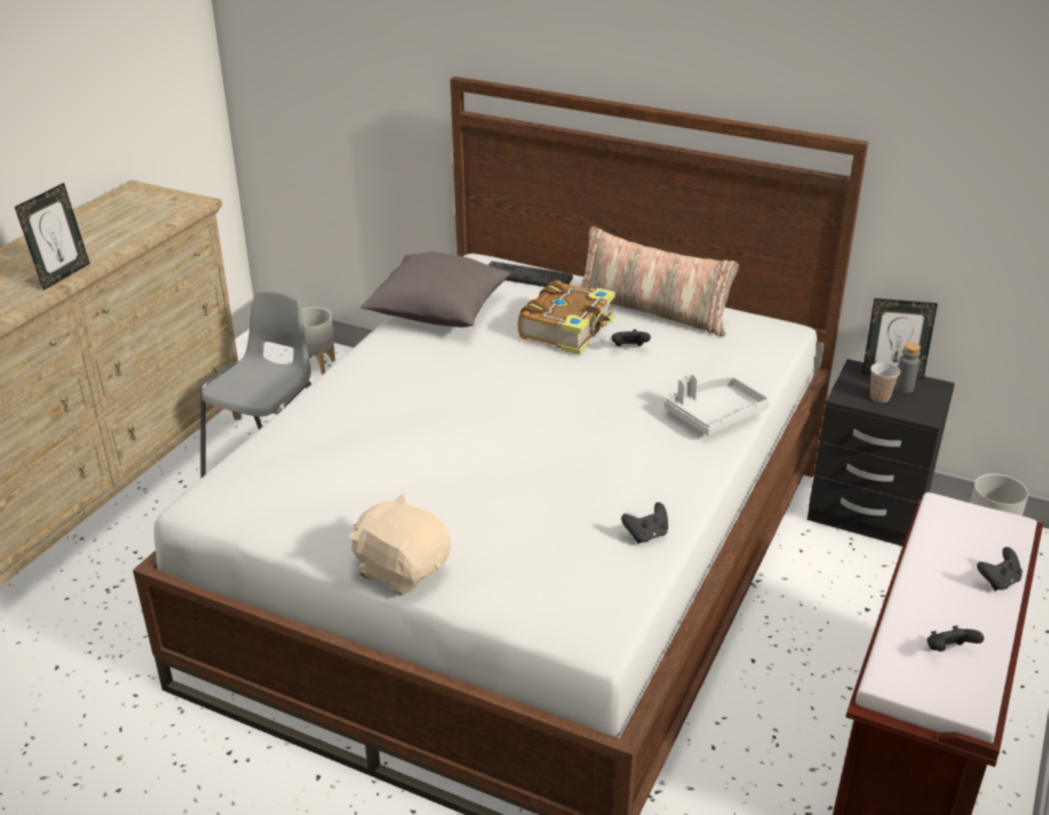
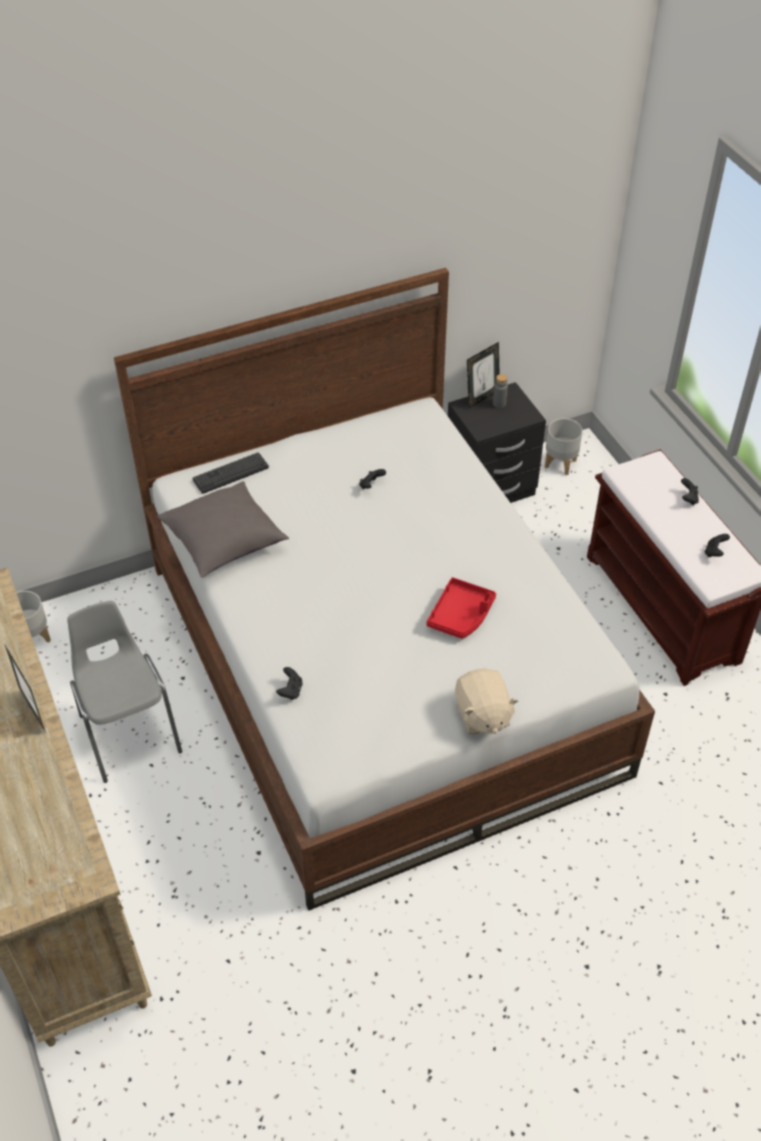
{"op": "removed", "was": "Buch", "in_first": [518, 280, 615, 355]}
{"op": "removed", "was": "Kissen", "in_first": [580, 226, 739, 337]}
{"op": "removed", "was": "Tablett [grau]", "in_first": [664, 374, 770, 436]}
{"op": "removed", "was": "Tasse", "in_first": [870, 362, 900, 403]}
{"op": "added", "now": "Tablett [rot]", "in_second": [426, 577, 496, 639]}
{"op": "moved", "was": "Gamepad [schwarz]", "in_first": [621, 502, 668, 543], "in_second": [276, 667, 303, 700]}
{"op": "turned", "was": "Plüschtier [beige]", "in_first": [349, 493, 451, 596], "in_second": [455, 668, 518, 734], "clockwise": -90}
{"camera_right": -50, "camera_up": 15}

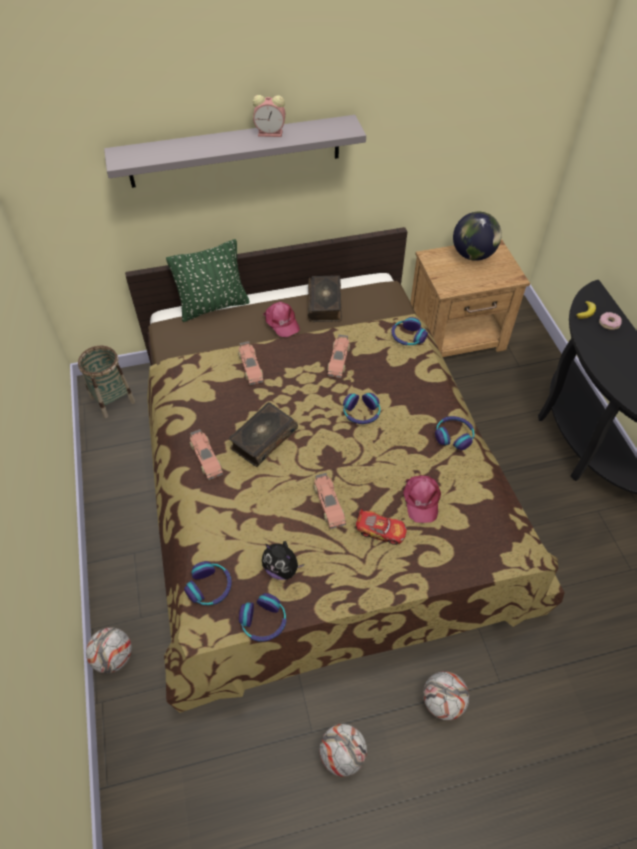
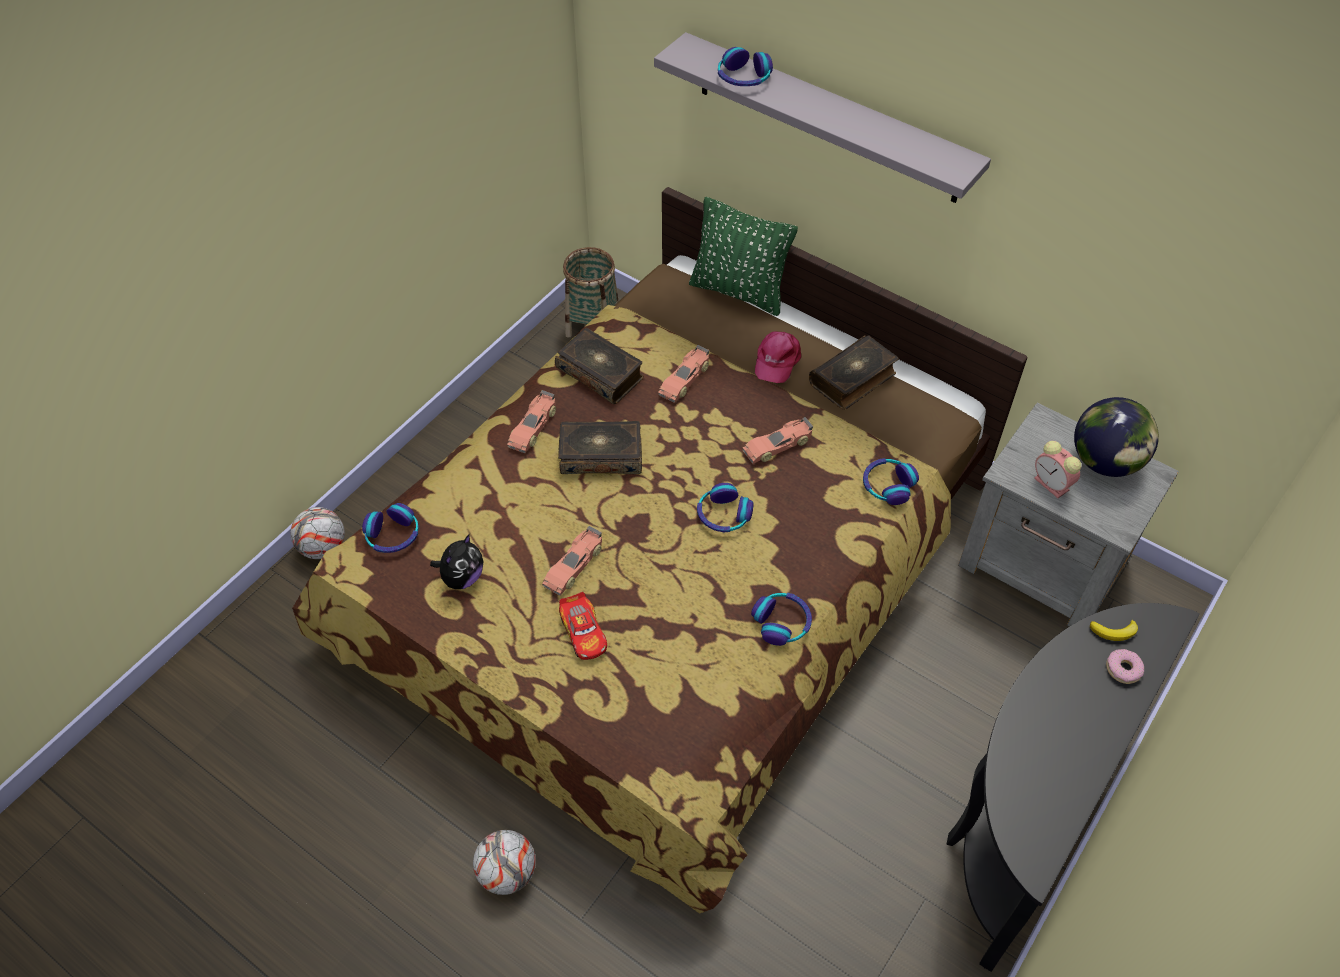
{"op": "removed", "was": "Fußball", "in_first": [319, 724, 367, 777]}
{"op": "removed", "was": "Kappe [rosa]", "in_first": [403, 476, 441, 523]}
{"op": "added", "now": "Buch", "in_second": [555, 328, 644, 404]}
{"op": "moved", "was": "Kopfhörer", "in_first": [239, 593, 287, 642], "in_second": [718, 47, 773, 86]}
{"op": "moved", "was": "Wecker", "in_first": [253, 95, 285, 137], "in_second": [1034, 441, 1081, 498]}
{"op": "recoloured", "was": "Nachttisch [braun]", "now": "Nachttisch [grau]", "in_first": [410, 239, 530, 357], "in_second": [958, 403, 1179, 627]}
{"op": "turned", "was": "Plüschtier", "in_first": [262, 541, 304, 580], "in_second": [430, 534, 483, 589], "clockwise": -135}
{"camera_right": 50, "camera_up": 0}

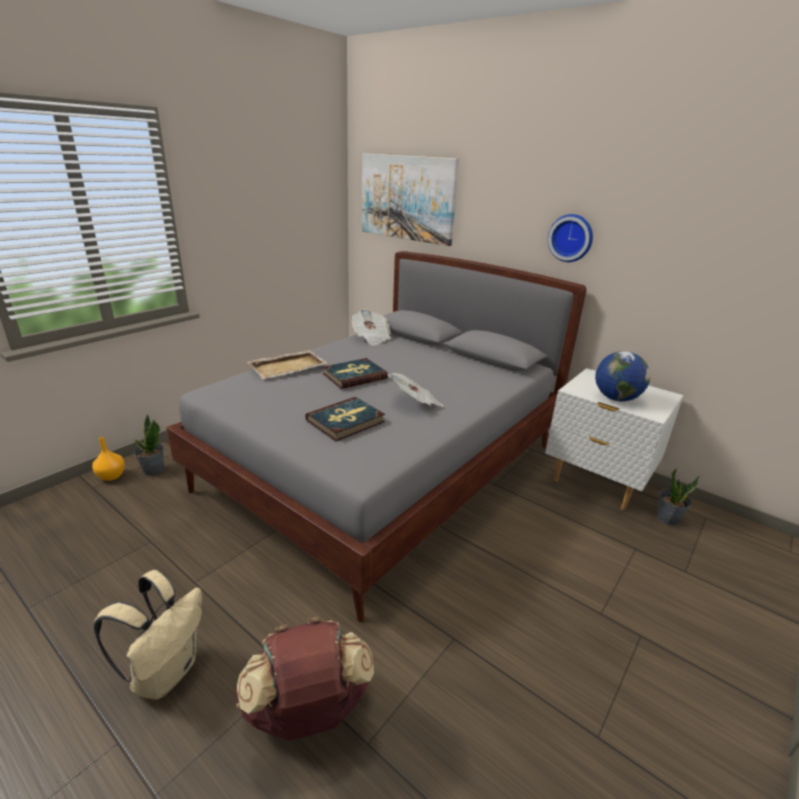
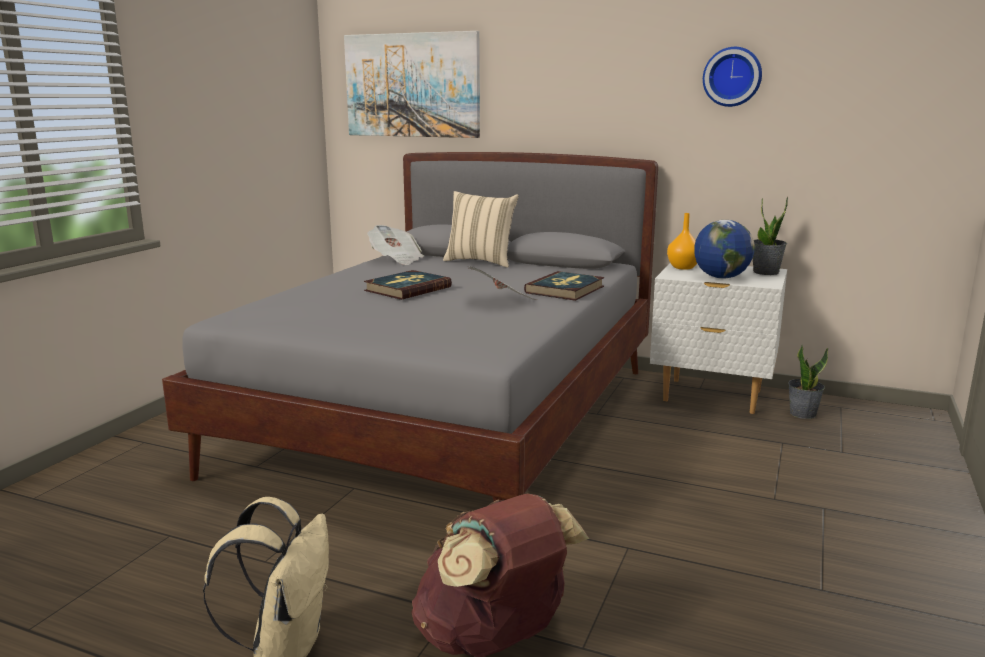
{"op": "removed", "was": "Tablett [beige]", "in_first": [247, 350, 328, 379]}
{"op": "added", "now": "Kissen [beige]", "in_second": [443, 191, 519, 268]}
{"op": "moved", "was": "Vase [orange]", "in_first": [92, 437, 125, 481], "in_second": [667, 213, 697, 270]}
{"op": "moved", "was": "Topfpflanze", "in_first": [134, 415, 164, 475], "in_second": [753, 197, 788, 275]}
{"op": "moved", "was": "Buch", "in_first": [306, 397, 385, 441], "in_second": [524, 271, 604, 301]}
{"op": "moved", "was": "Wanduhr", "in_first": [548, 214, 593, 262], "in_second": [703, 47, 762, 107]}
{"camera_right": -15, "camera_up": -10}

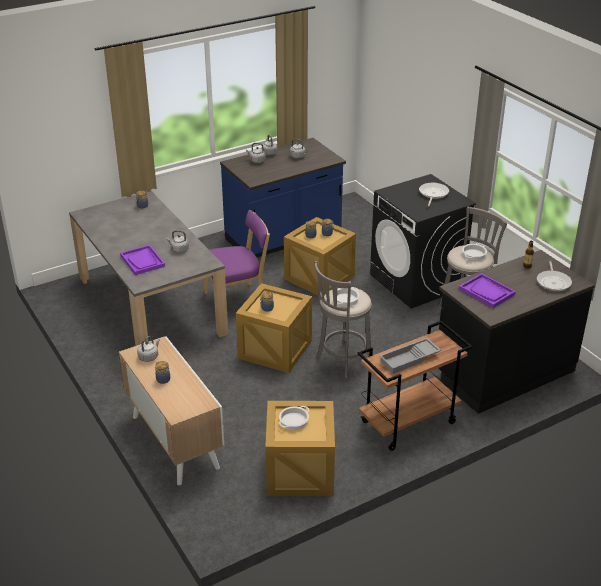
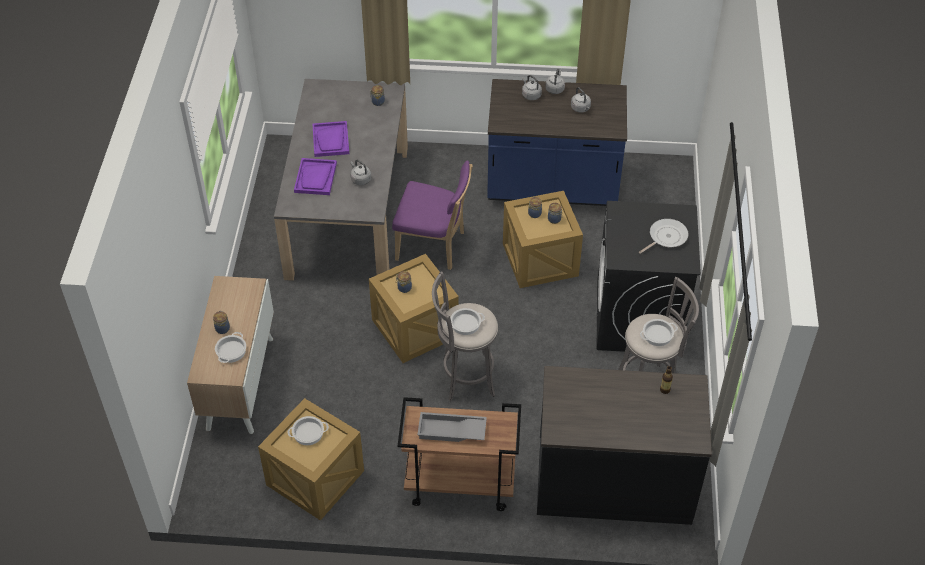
{"op": "removed", "was": "Wasserkessel [grau]", "in_first": [137, 336, 160, 362]}
{"op": "removed", "was": "Pfanne", "in_first": [537, 261, 572, 291]}
{"op": "added", "now": "Kochtopf", "in_second": [215, 332, 246, 363]}
{"op": "moved", "was": "Tablett [lila]", "in_first": [459, 273, 516, 308], "in_second": [312, 121, 349, 157]}
{"camera_right": 35, "camera_up": 15}

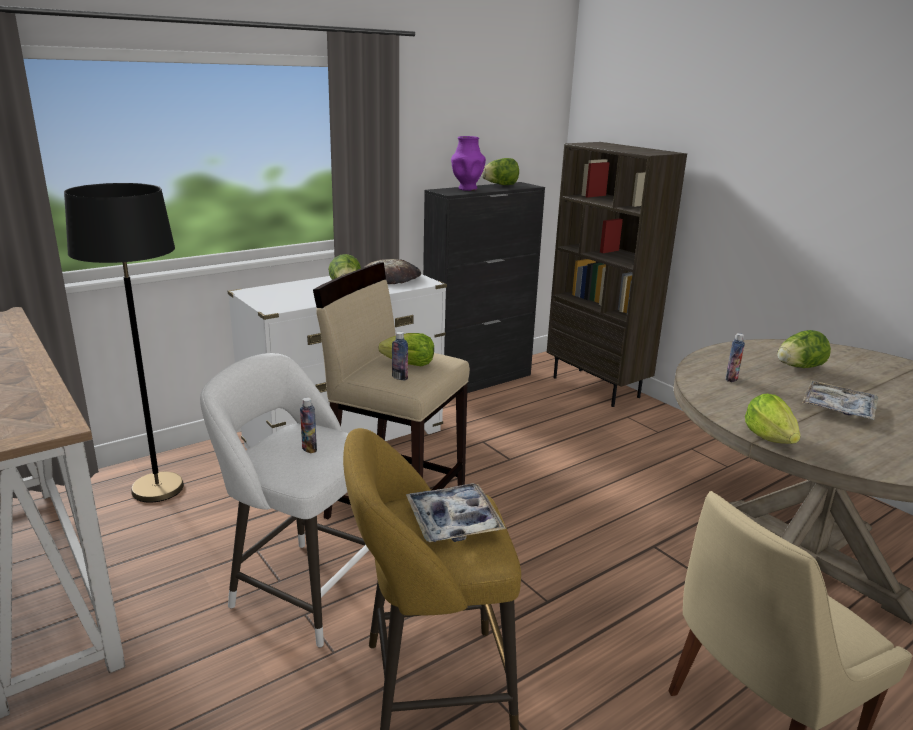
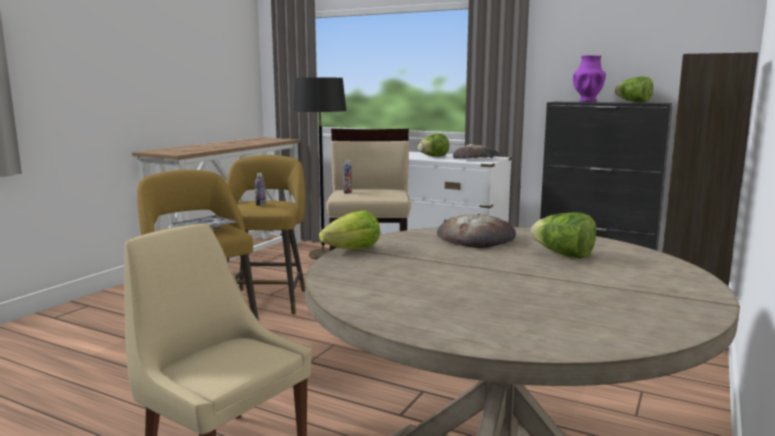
{"op": "removed", "was": "Salatkopf", "in_first": [378, 333, 434, 366]}
{"op": "removed", "was": "Tablett", "in_first": [802, 380, 878, 420]}
{"op": "replaced", "was": "Flasche", "now": "Brot", "in_first": [725, 333, 745, 382], "in_second": [437, 214, 516, 248]}
{"op": "recoloured", "was": "Hocker [weiß]", "now": "Hocker [gelb]", "in_first": [200, 353, 369, 648], "in_second": [226, 155, 305, 315]}
{"camera_right": 65, "camera_up": -10}

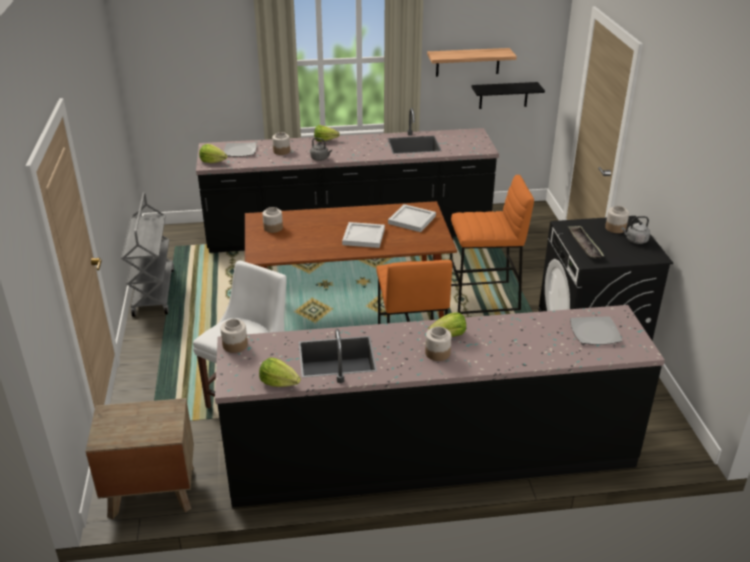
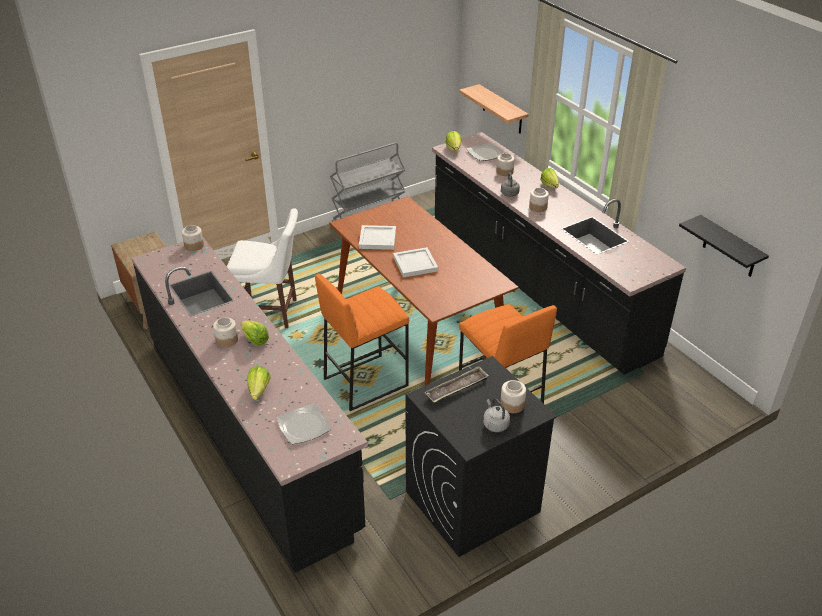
{"op": "moved", "was": "Salatkopf", "in_first": [259, 358, 301, 387], "in_second": [247, 366, 271, 400]}
{"op": "moved", "was": "Vorratsglas", "in_first": [263, 207, 283, 233], "in_second": [529, 188, 549, 212]}
{"op": "moved", "was": "Tablett [weiß]", "in_first": [388, 204, 436, 232], "in_second": [359, 225, 396, 250]}
{"op": "moved", "was": "Wandregal", "in_first": [427, 48, 517, 77], "in_second": [459, 84, 528, 134]}
{"camera_right": 65, "camera_up": 5}

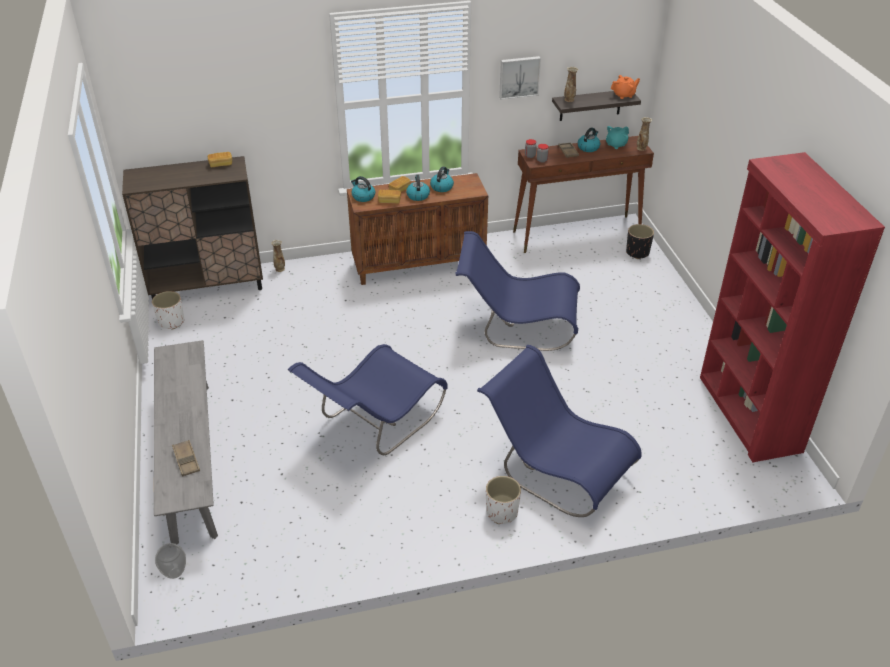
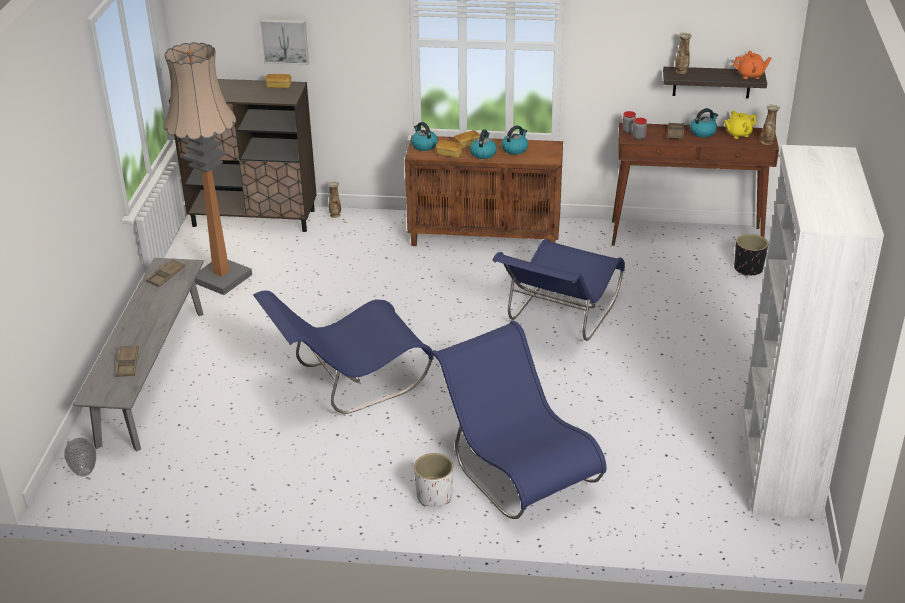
{"op": "removed", "was": "Pflanzkübel [weiß]", "in_first": [152, 291, 184, 330]}
{"op": "added", "now": "Tablett [braun]", "in_second": [147, 259, 185, 287]}
{"op": "added", "now": "Stehlampe", "in_second": [163, 42, 252, 295]}
{"op": "moved", "was": "Bild", "in_first": [499, 56, 541, 100], "in_second": [260, 19, 309, 65]}
{"op": "recoloured", "was": "Teekanne [türkis]", "now": "Teekanne [gelb]", "in_first": [606, 126, 629, 149], "in_second": [724, 111, 757, 139]}
{"op": "recoloured", "was": "Bücherregal [rot]", "now": "Bücherregal [weiß]", "in_first": [700, 152, 885, 462], "in_second": [743, 145, 884, 519]}
{"op": "turned", "was": "Stuhl [blau]", "in_first": [455, 231, 580, 351], "in_second": [492, 239, 625, 341], "clockwise": -90}
{"camera_right": 20, "camera_up": -5}

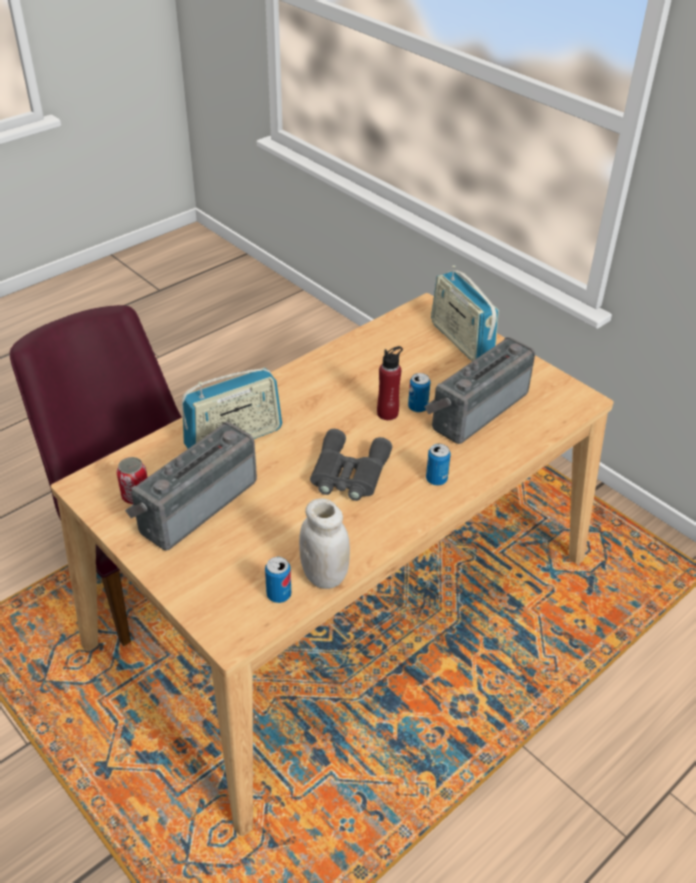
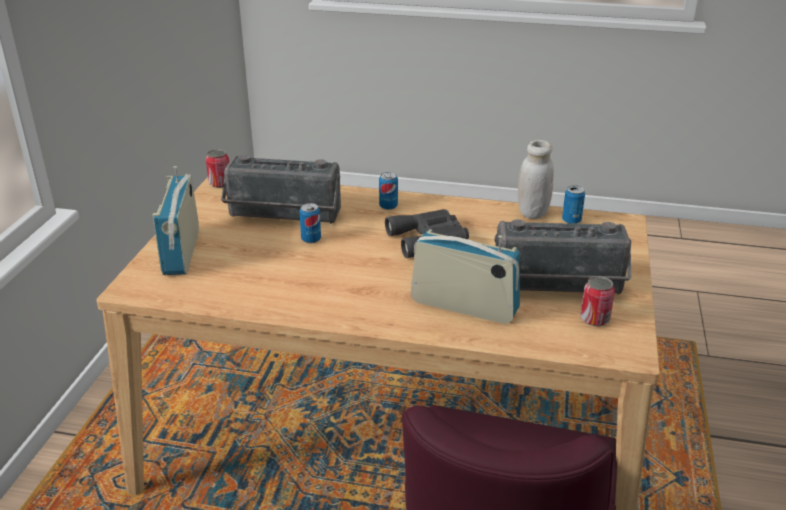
{"op": "removed", "was": "Flasche [rot]", "in_first": [377, 346, 403, 420]}
{"op": "added", "now": "Dose", "in_second": [206, 149, 229, 188]}
{"op": "turned", "was": "Radio", "in_first": [431, 265, 499, 361], "in_second": [152, 166, 199, 275], "clockwise": 150}
{"camera_right": -125, "camera_up": -10}

